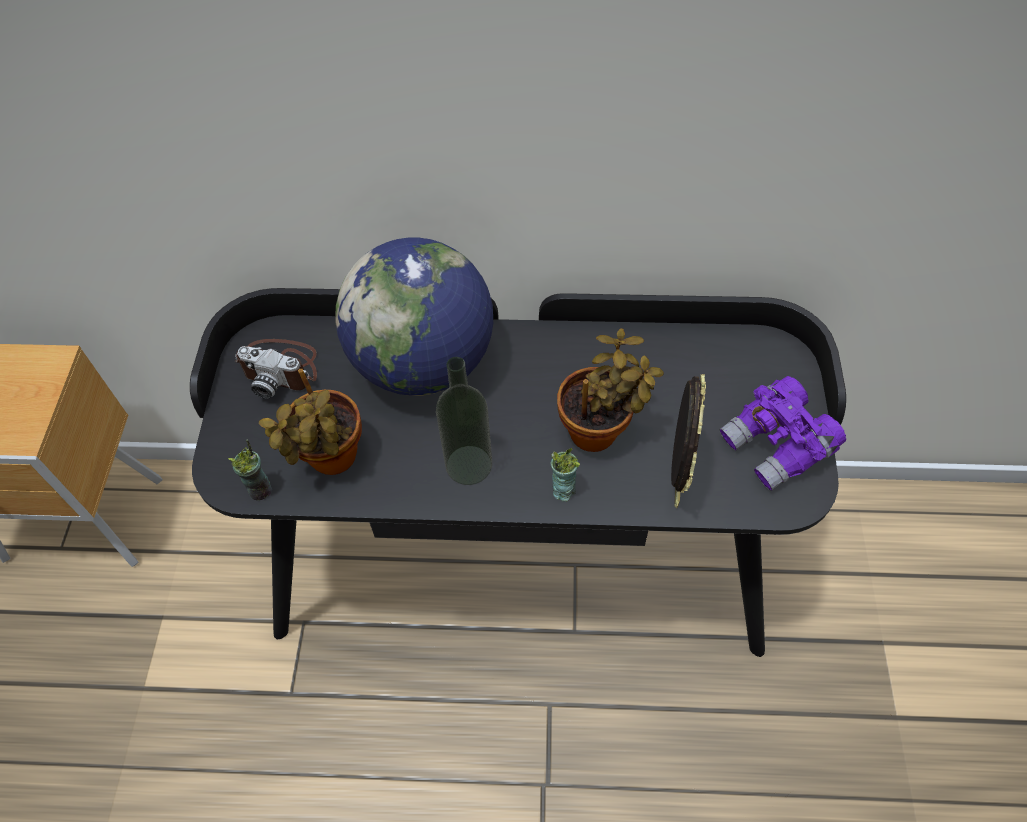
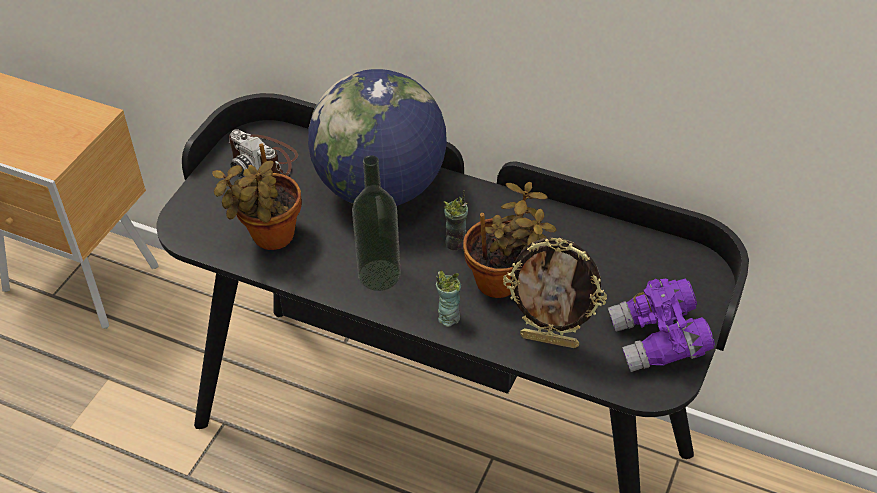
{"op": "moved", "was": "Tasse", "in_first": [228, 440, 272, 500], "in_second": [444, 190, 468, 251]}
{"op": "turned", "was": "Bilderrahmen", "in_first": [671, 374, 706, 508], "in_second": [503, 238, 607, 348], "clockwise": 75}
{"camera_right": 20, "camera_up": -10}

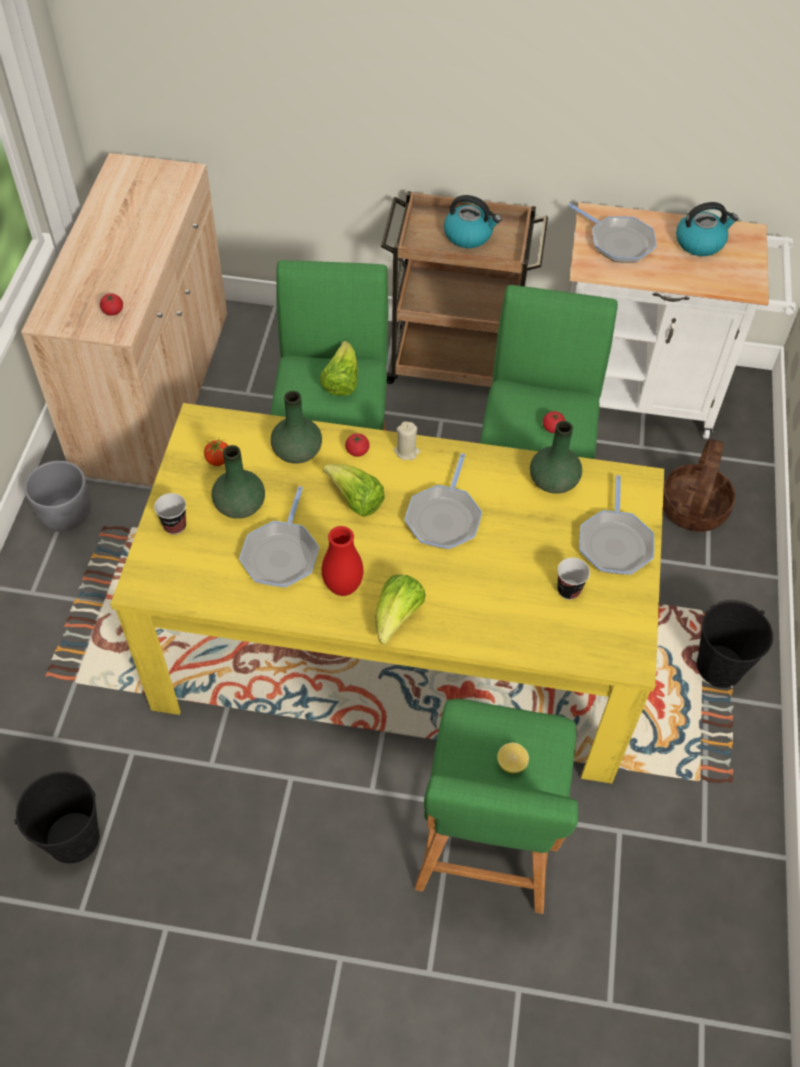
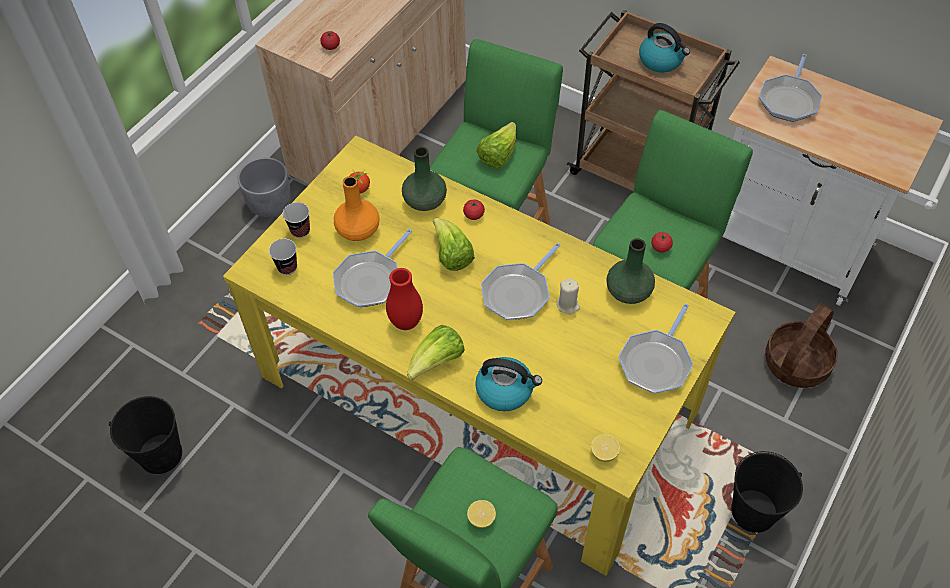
{"op": "added", "now": "Zitrone", "in_second": [591, 434, 620, 462]}
{"op": "moved", "was": "Kerze [beige]", "in_first": [394, 421, 420, 460], "in_second": [556, 278, 580, 314]}
{"op": "moved", "was": "Tasse", "in_first": [557, 558, 590, 600], "in_second": [269, 239, 297, 275]}
{"op": "moved", "was": "Wasserkessel", "in_first": [676, 202, 739, 256], "in_second": [475, 357, 542, 411]}
{"op": "recoloured", "was": "Vase [grün]", "now": "Vase [orange]", "in_first": [212, 445, 265, 519], "in_second": [334, 176, 380, 241]}
{"op": "turned", "was": "Pfanne", "in_first": [568, 203, 656, 263], "in_second": [759, 54, 822, 122], "clockwise": 45}
{"camera_right": 25, "camera_up": 0}

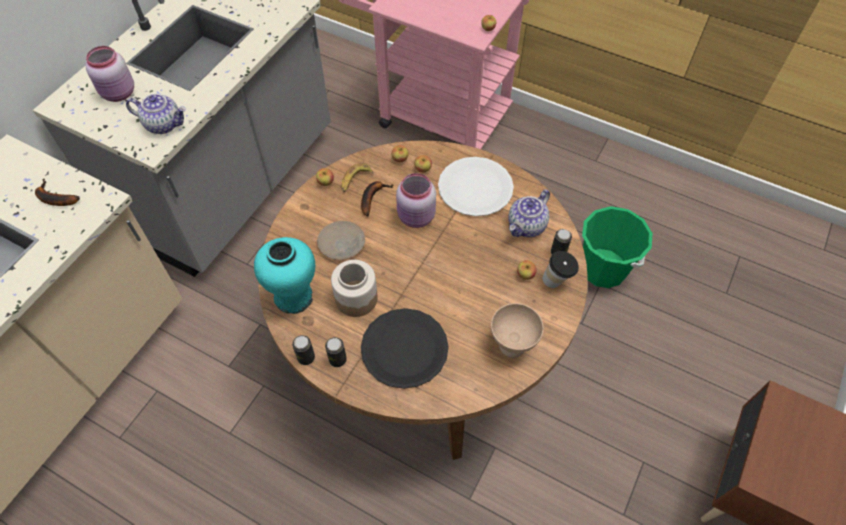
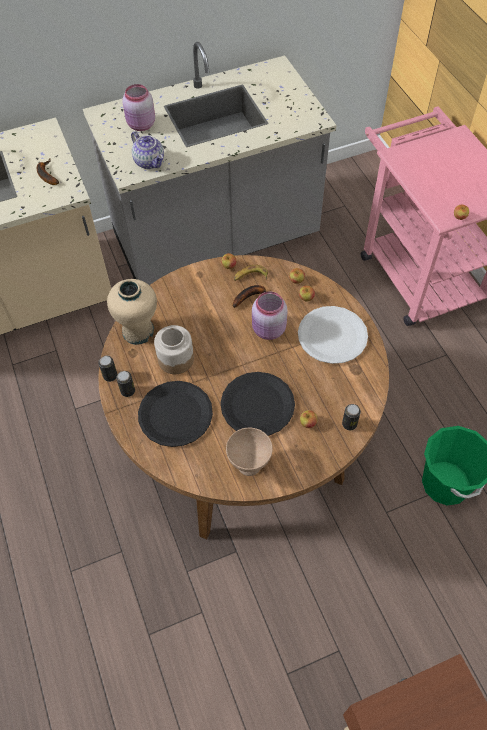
{"op": "removed", "was": "Teller [beige]", "in_first": [317, 221, 365, 260]}
{"op": "removed", "was": "Teekanne", "in_first": [508, 189, 550, 237]}
{"op": "removed", "was": "Tasse", "in_first": [543, 251, 579, 288]}
{"op": "added", "now": "Teller [schwarz]", "in_second": [221, 372, 295, 436]}
{"op": "recoloured", "was": "Vase [türkis]", "now": "Vase [beige]", "in_first": [254, 237, 315, 314], "in_second": [107, 279, 157, 345]}
{"camera_right": 40, "camera_up": 0}

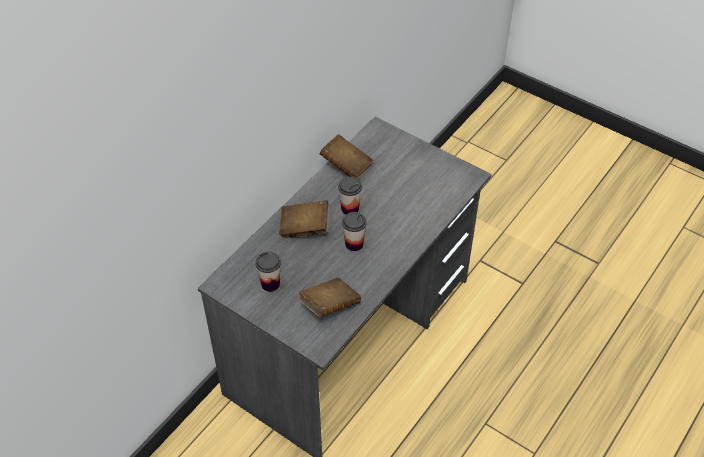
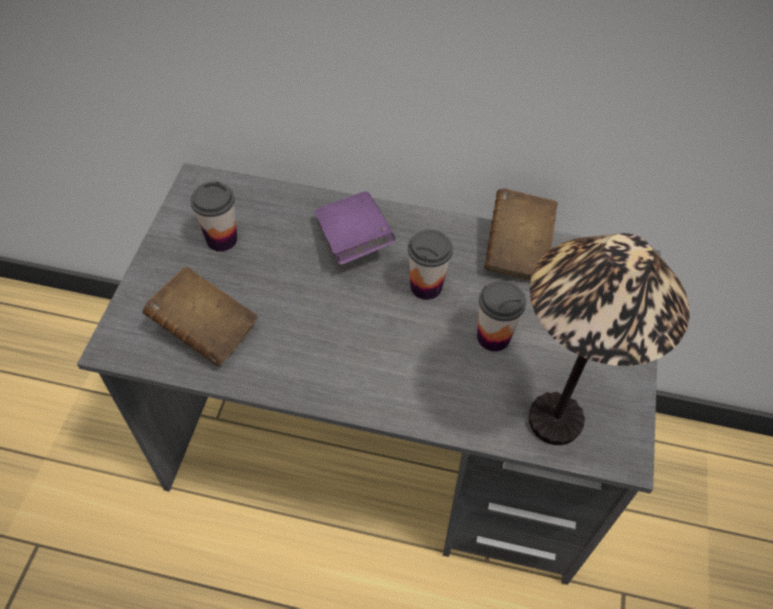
{"op": "added", "now": "Tischlampe", "in_second": [529, 233, 690, 445]}
{"op": "moved", "was": "Tasse", "in_first": [342, 212, 367, 251], "in_second": [477, 281, 526, 351]}
{"op": "recoloured", "was": "Buch [braun]", "now": "Buch [lila]", "in_first": [279, 200, 329, 238], "in_second": [314, 191, 396, 265]}
{"camera_right": 65, "camera_up": 5}

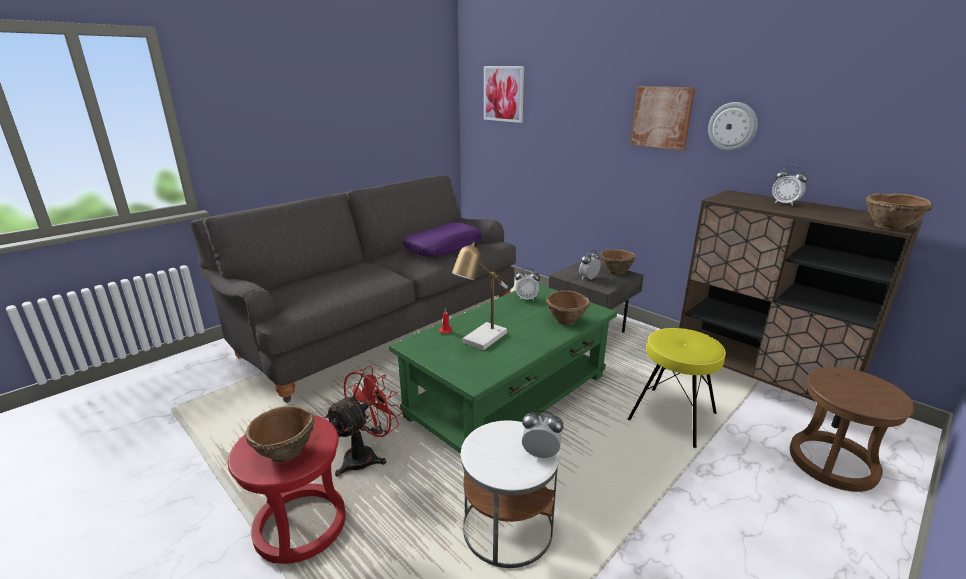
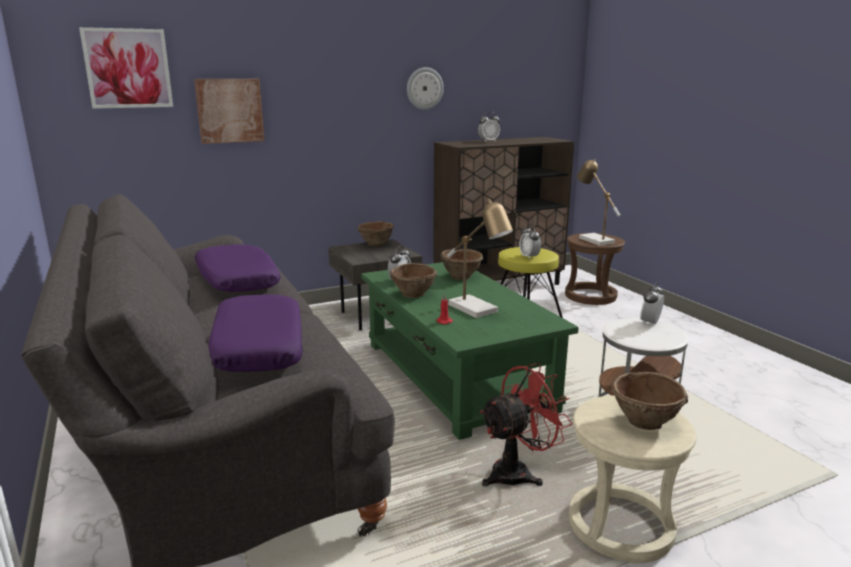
{"op": "added", "now": "Kissen [lila]", "in_second": [208, 295, 303, 372]}
{"op": "added", "now": "Tischlampe", "in_second": [577, 159, 620, 246]}
{"op": "moved", "was": "Wecker", "in_first": [579, 250, 601, 280], "in_second": [519, 225, 541, 260]}
{"op": "moved", "was": "Bild", "in_first": [630, 86, 695, 151], "in_second": [194, 79, 265, 144]}
{"op": "moved", "was": "Schüssel [braun]", "in_first": [865, 193, 933, 230], "in_second": [390, 263, 437, 298]}
{"op": "recoloured", "was": "Hocker [rot]", "now": "Hocker [beige]", "in_first": [228, 415, 346, 564], "in_second": [569, 395, 697, 563]}
{"op": "turned", "was": "Ventilator [rot]", "in_first": [324, 366, 403, 477], "in_second": [479, 363, 572, 487], "clockwise": 90}
{"camera_right": -70, "camera_up": -5}

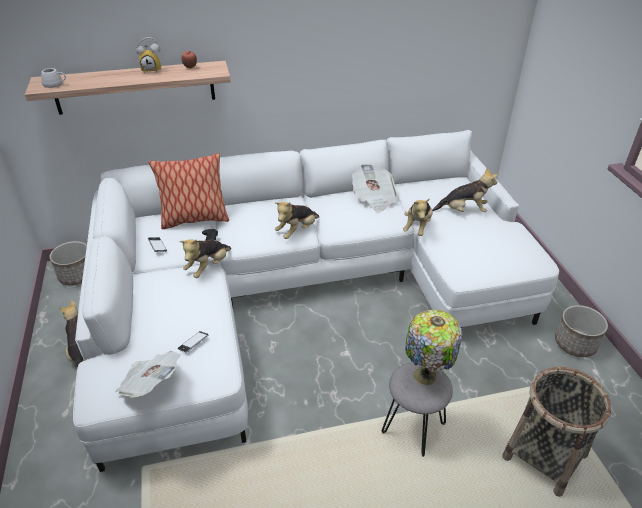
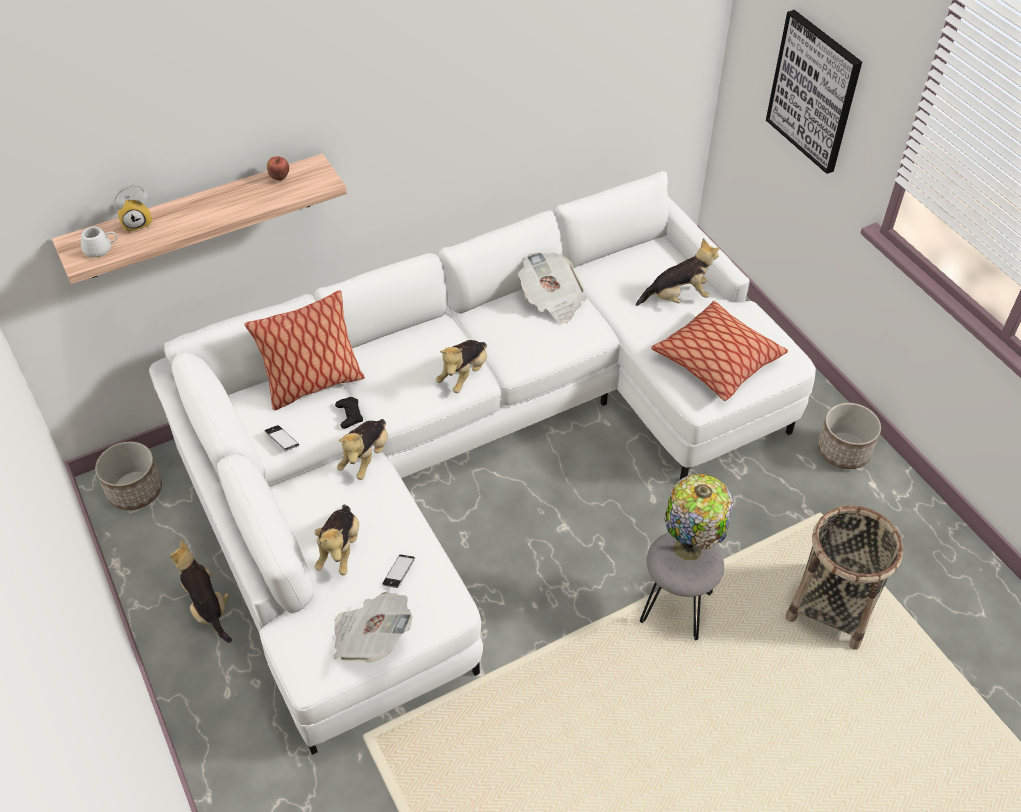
{"op": "added", "now": "Kissen", "in_second": [651, 301, 788, 401]}
{"op": "added", "now": "Bild", "in_second": [766, 10, 862, 174]}
{"op": "moved", "was": "Wecker", "in_first": [137, 37, 161, 74], "in_second": [113, 184, 152, 232]}
{"op": "moved", "was": "Plüschtier", "in_first": [403, 198, 433, 236], "in_second": [315, 505, 359, 575]}
{"camera_right": -15, "camera_up": 10}

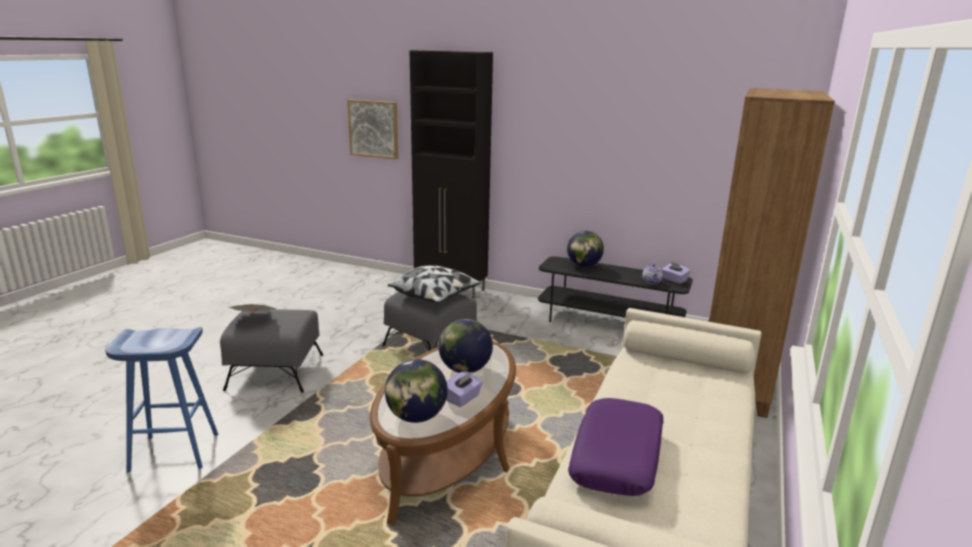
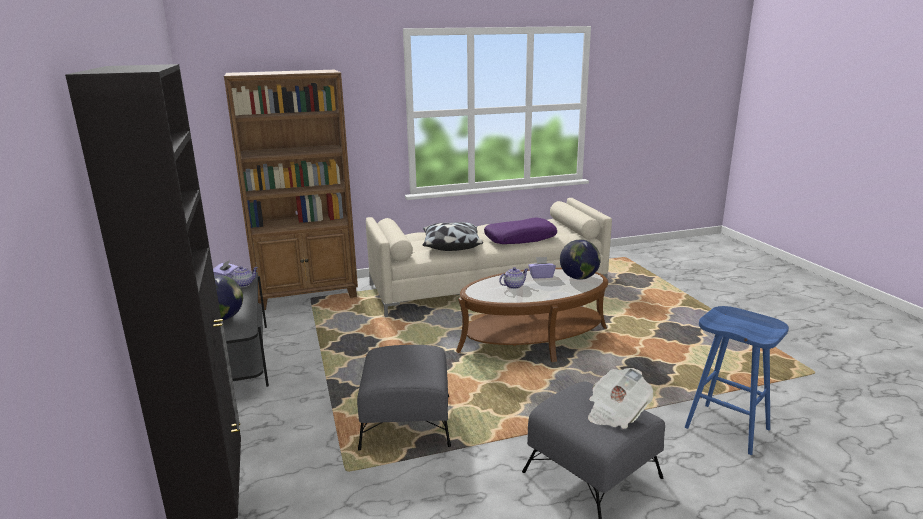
{"op": "removed", "was": "Bild", "in_first": [347, 99, 398, 160]}
{"op": "moved", "was": "Kissen", "in_first": [388, 265, 482, 303], "in_second": [423, 222, 483, 251]}
{"op": "replaced", "was": "Globus", "now": "Teekanne", "in_first": [438, 319, 493, 373], "in_second": [499, 267, 528, 289]}
{"camera_right": -130, "camera_up": 0}

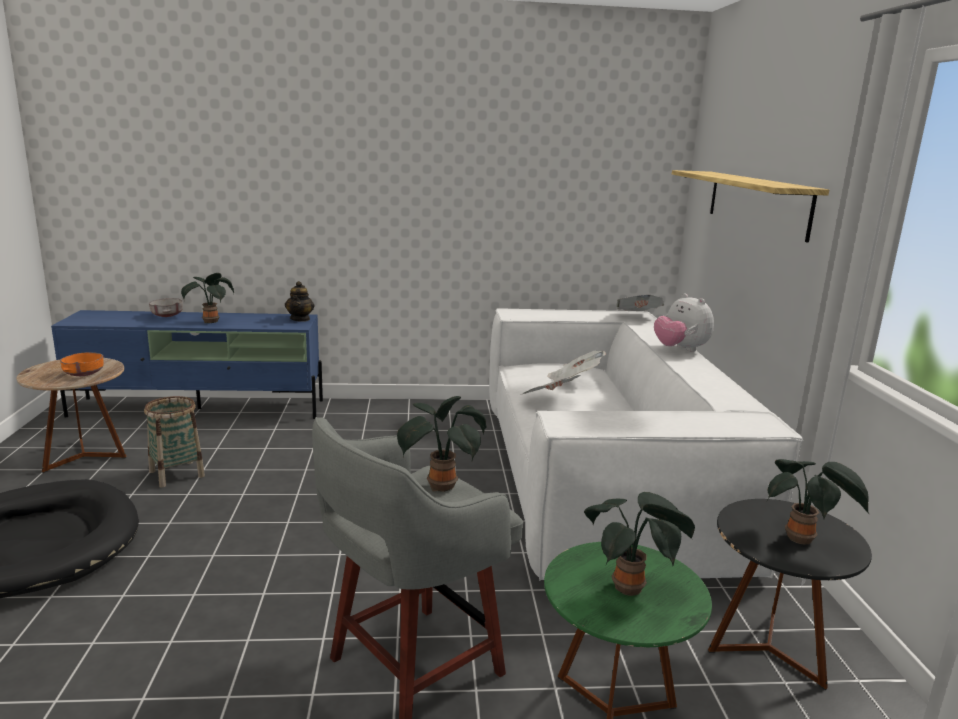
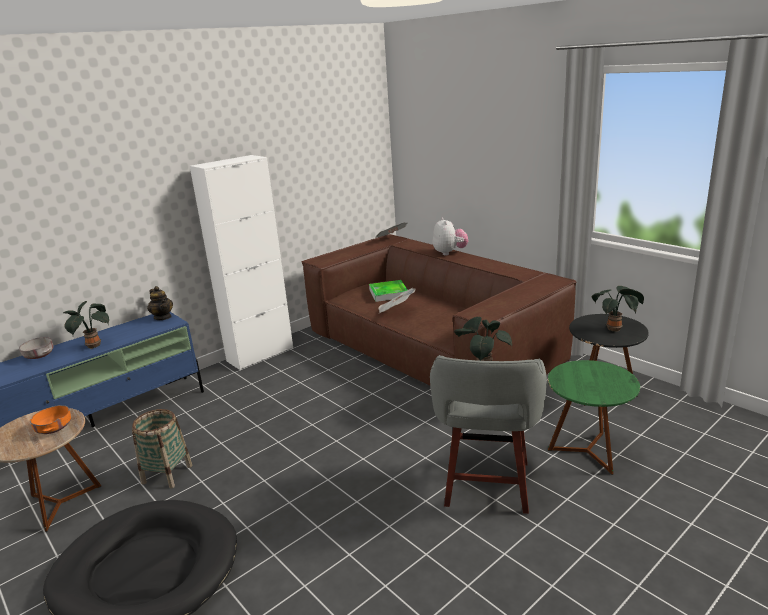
{"op": "removed", "was": "Topfpflanze", "in_first": [584, 492, 695, 596]}
{"op": "removed", "was": "Wandregal", "in_first": [672, 170, 829, 243]}
{"op": "added", "now": "Schrank [weiß]", "in_second": [190, 155, 293, 370]}
{"op": "replaced", "was": "Zeitung", "now": "Tablett", "in_first": [547, 350, 606, 381], "in_second": [369, 280, 408, 302]}
{"op": "recoloured", "was": "Sofa [weiß]", "now": "Sofa [braun]", "in_first": [489, 308, 803, 581], "in_second": [301, 234, 576, 386]}
{"op": "turned", "was": "Plüschtier", "in_first": [654, 294, 714, 352], "in_second": [433, 217, 468, 256], "clockwise": -120}
{"camera_right": -35, "camera_up": 5}

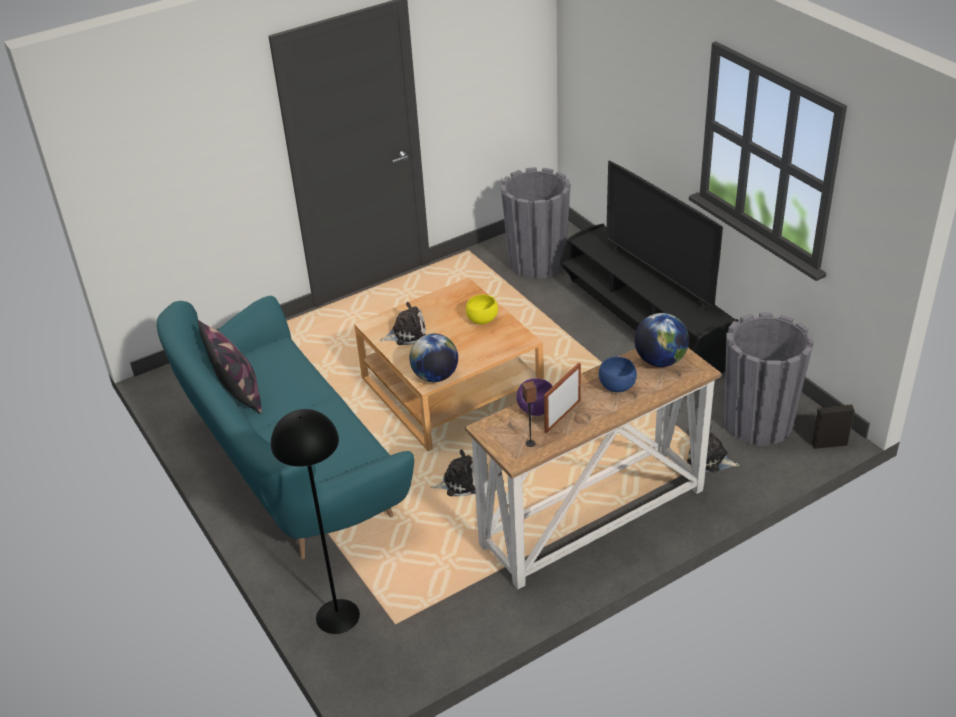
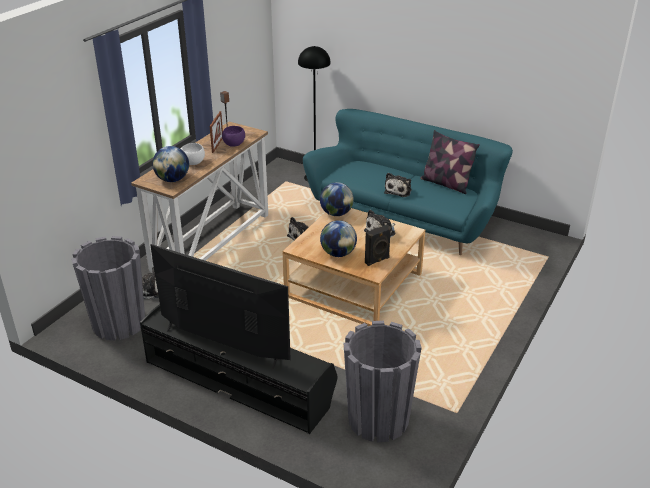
{"op": "added", "now": "Plüschtier", "in_second": [384, 172, 412, 197]}
{"op": "moved", "was": "Lautsprecher [schwarz]", "in_first": [811, 404, 855, 449], "in_second": [365, 225, 391, 266]}
{"op": "replaced", "was": "Schüssel [gelb]", "now": "Globus", "in_first": [466, 294, 498, 325], "in_second": [320, 220, 357, 257]}
{"op": "recoloured", "was": "Schüssel [blau]", "now": "Schüssel [weiß]", "in_first": [599, 357, 637, 392], "in_second": [181, 143, 205, 165]}
{"camera_right": 150, "camera_up": -5}

